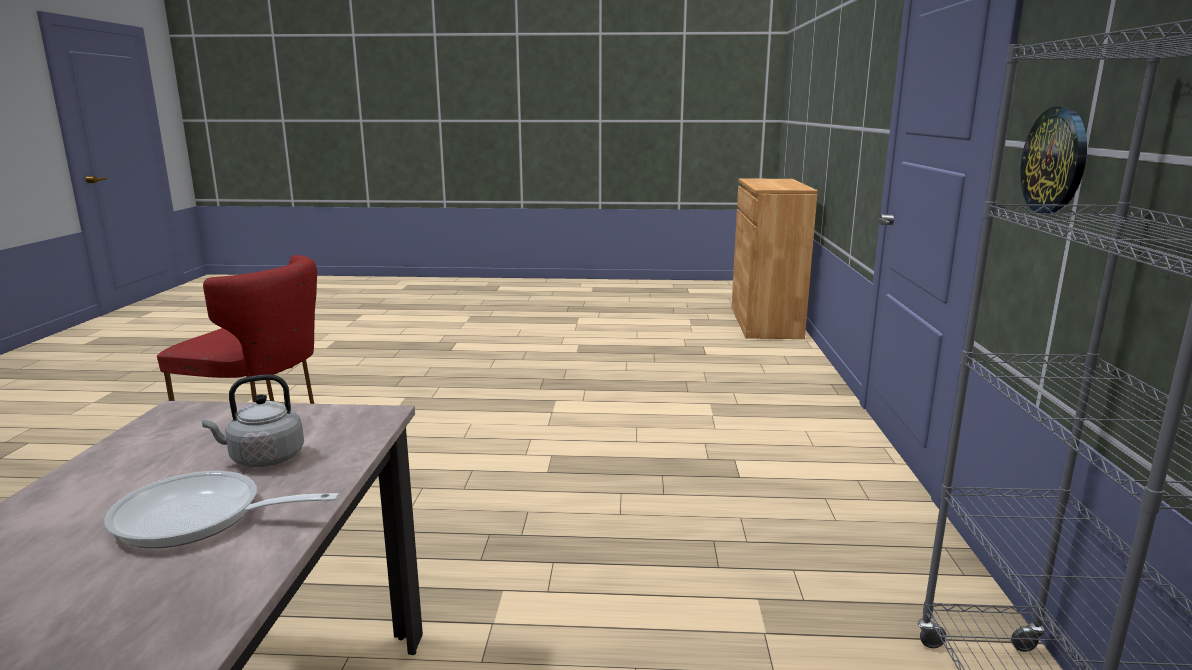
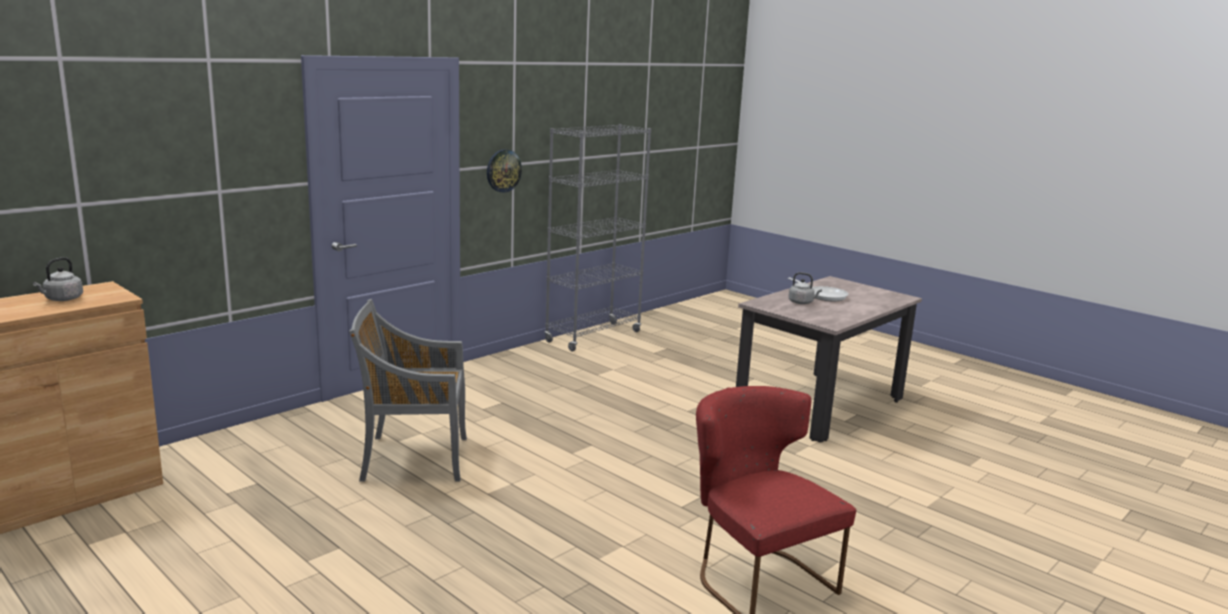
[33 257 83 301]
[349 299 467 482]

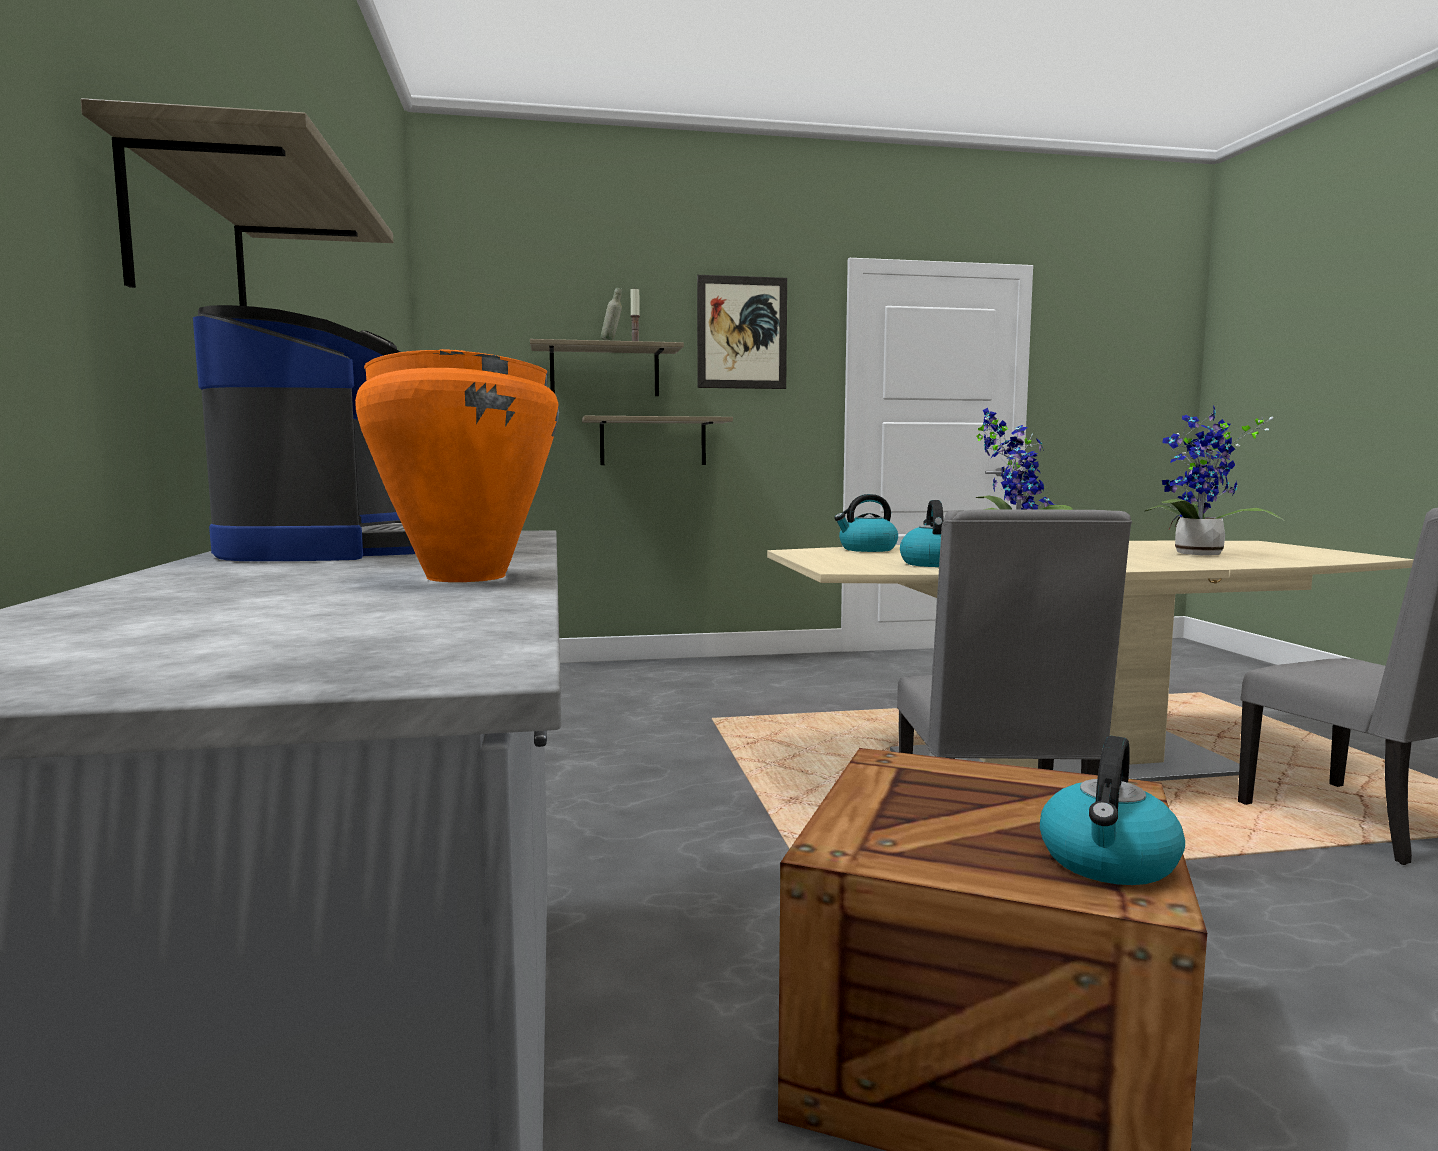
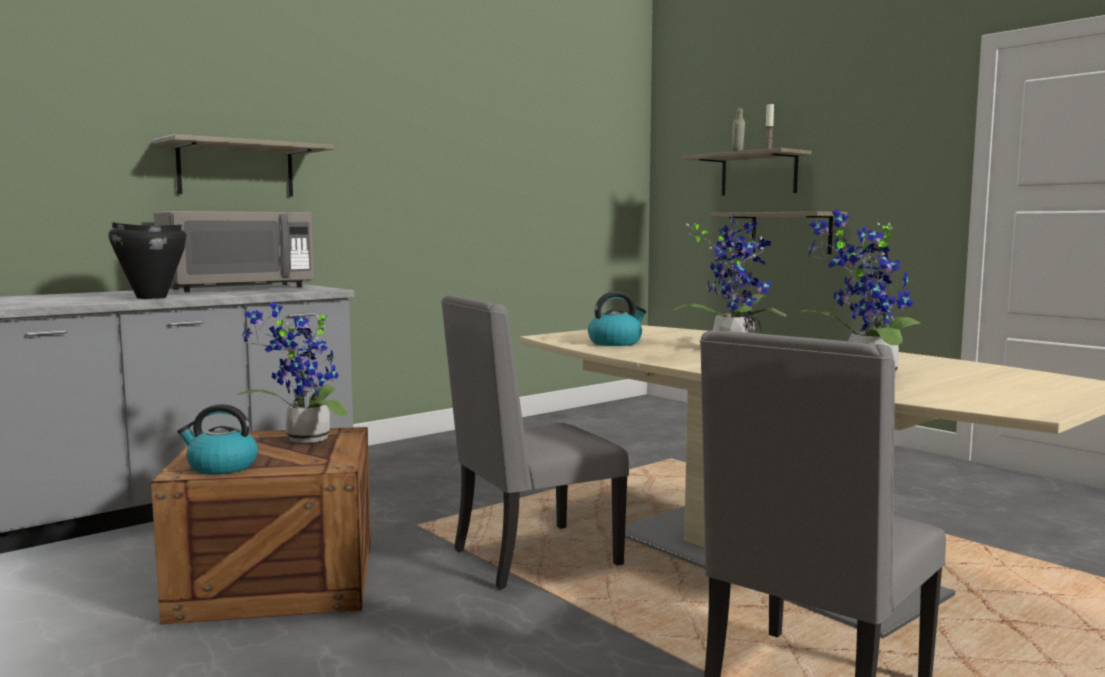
[697 275 787 389] (first image)
[834 494 898 552] (first image)
[238 302 348 443]
[154 211 314 292]
[108 222 187 299]

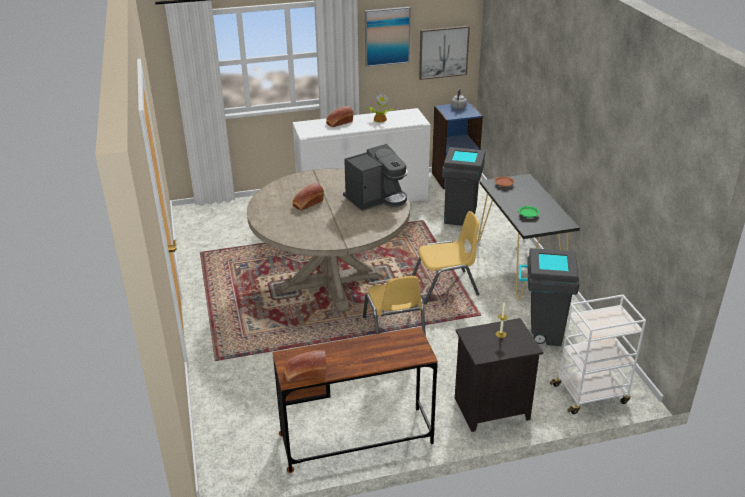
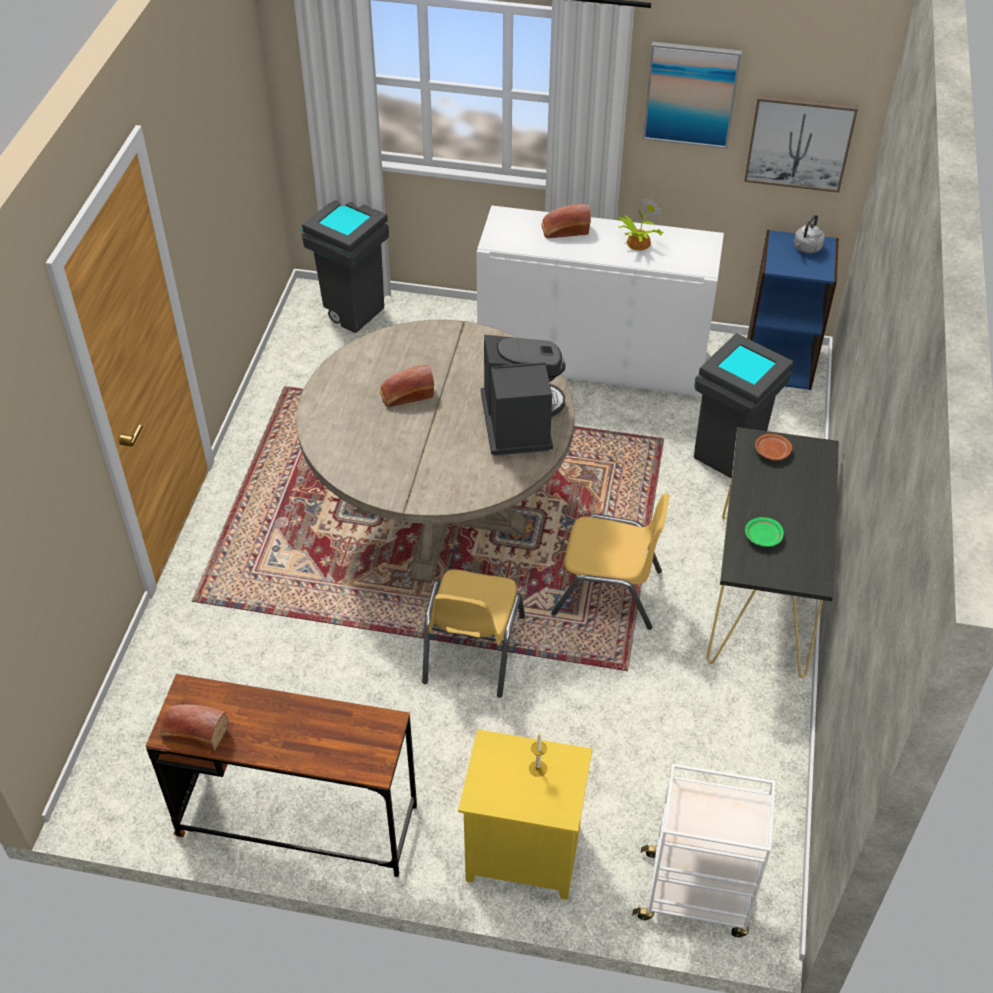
[301 200 389 333]
[458 729 592 900]
[481 335 565 456]

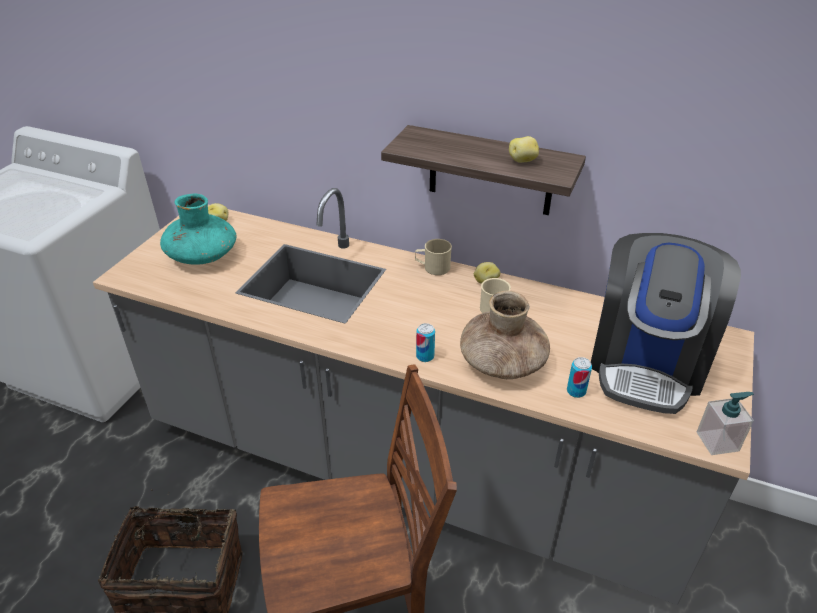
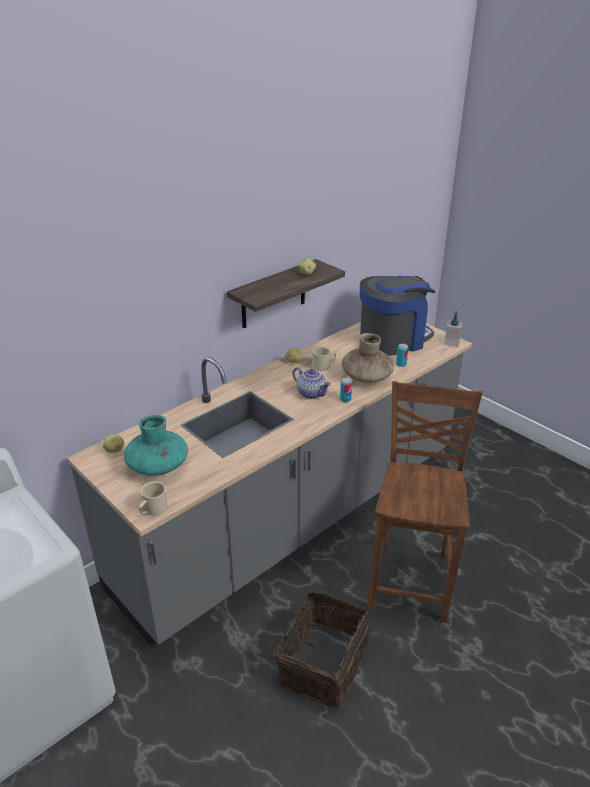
[293 367 331 399]
[139 481 168 515]
[360 276 435 356]

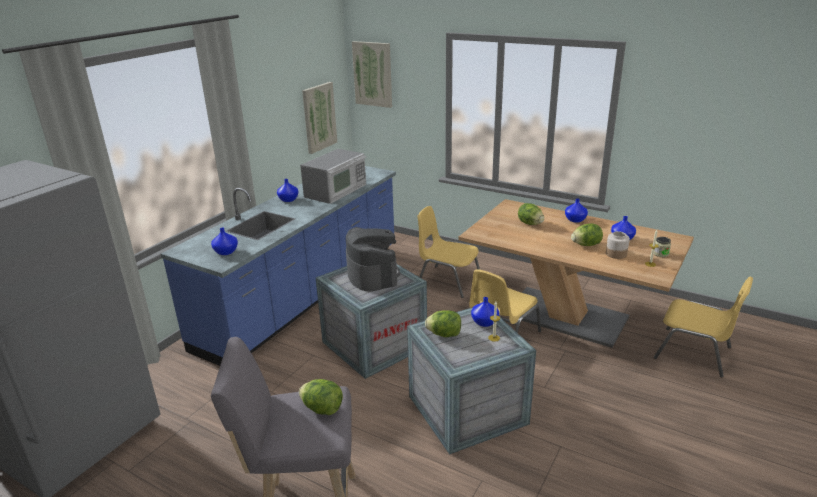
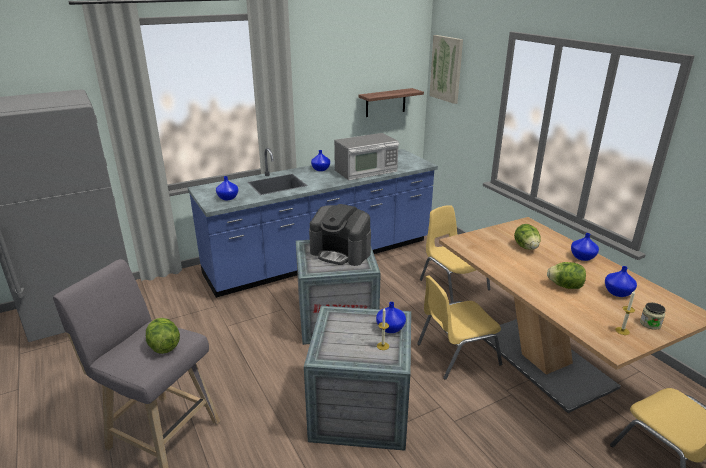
[425 310 461 337] (first image)
[606 231 630 259] (first image)
[359 88 424 117]
[309 204 371 266]

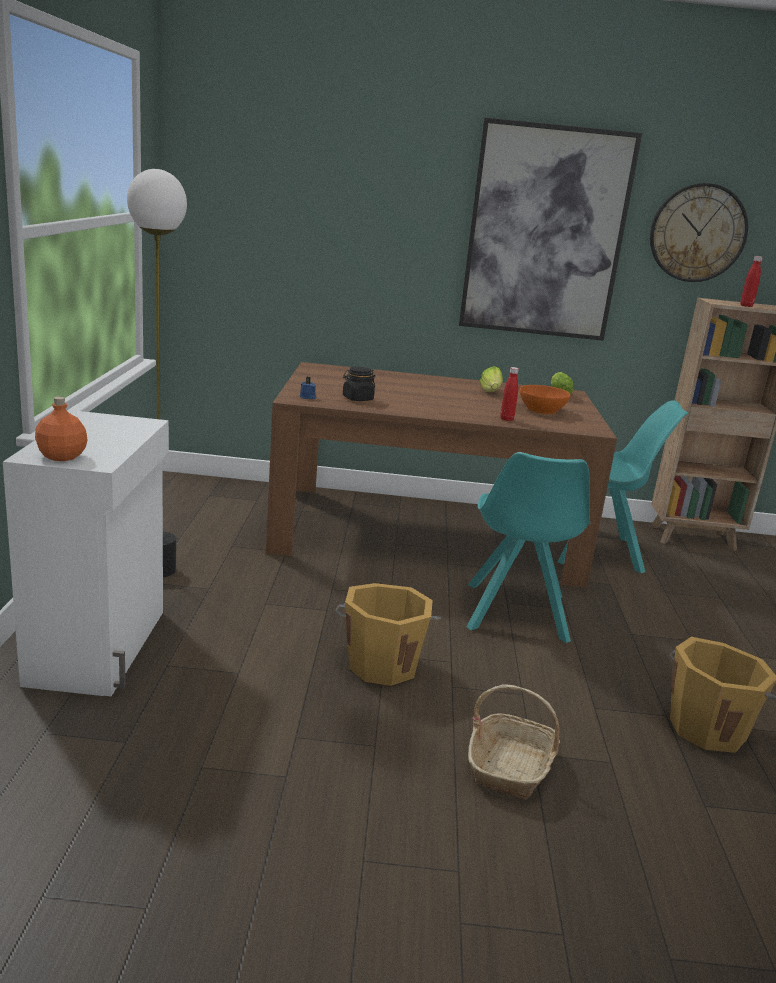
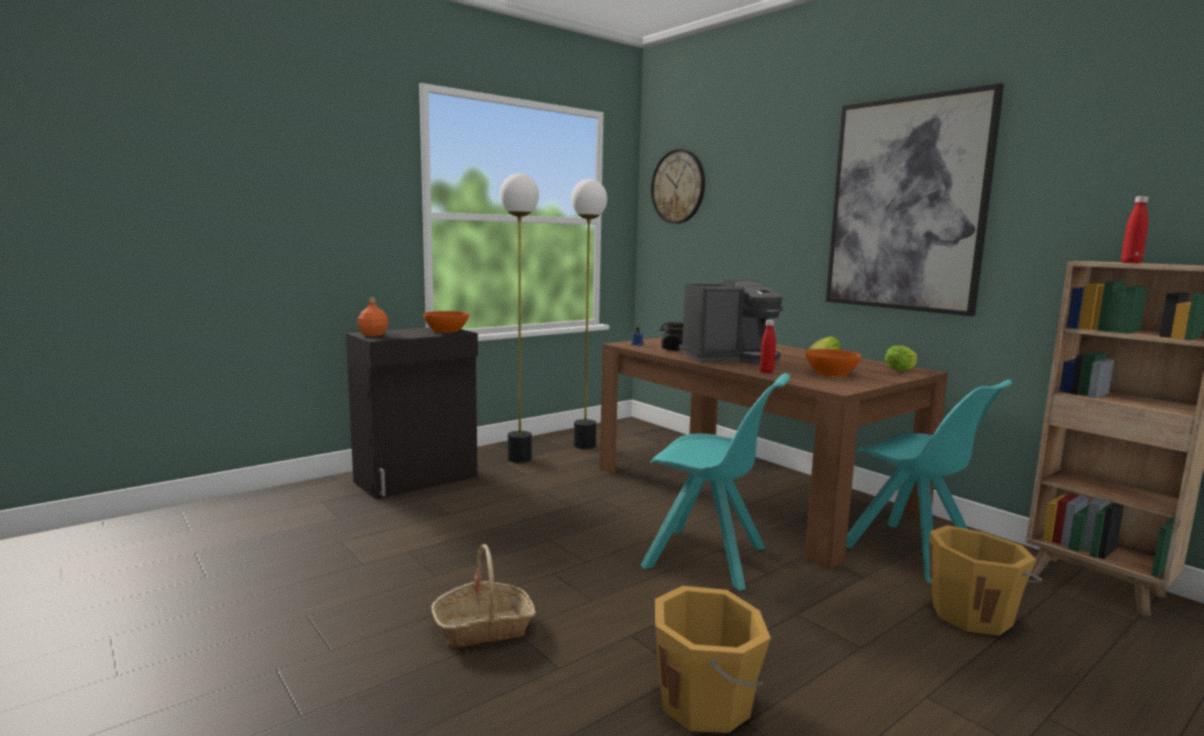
[423 311 469 333]
[571 179 607 449]
[679 280 784 365]
[928 525 1042 636]
[651 149 705 224]
[346 327 478 500]
[640 373 790 590]

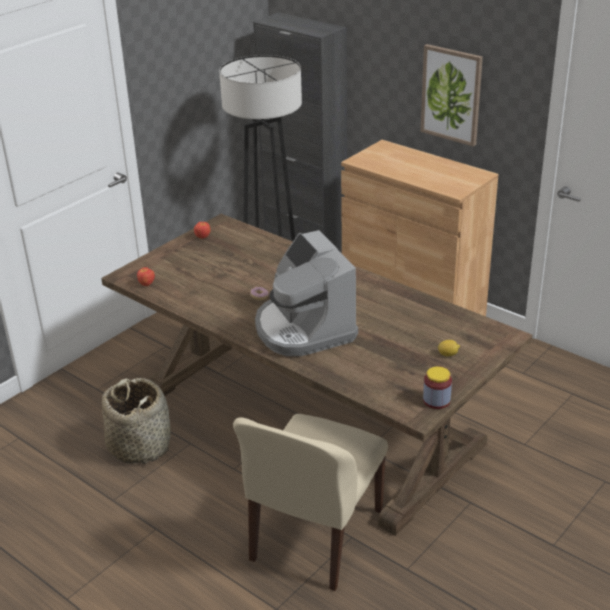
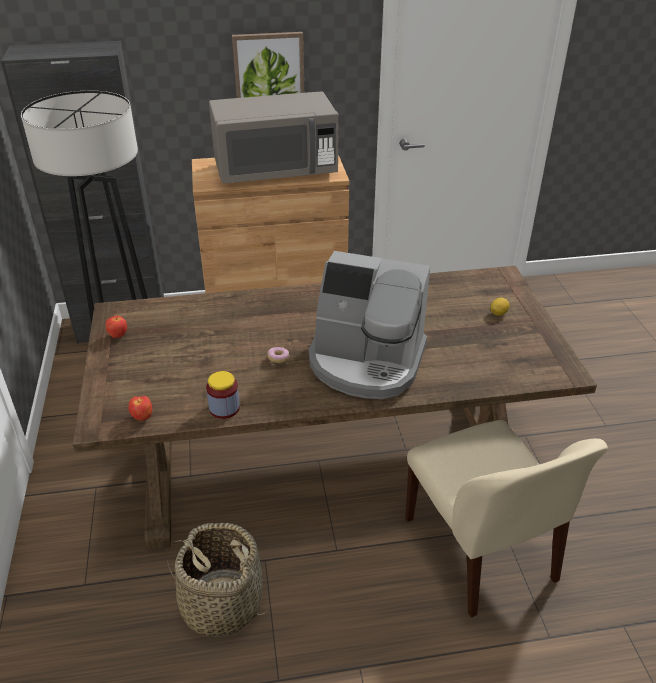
[209 91 339 184]
[206 371 240 419]

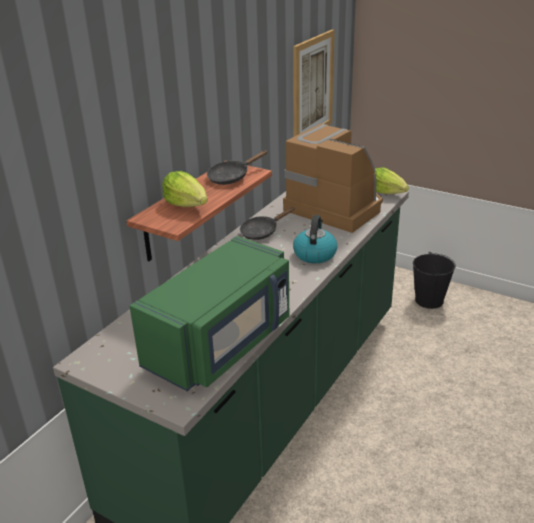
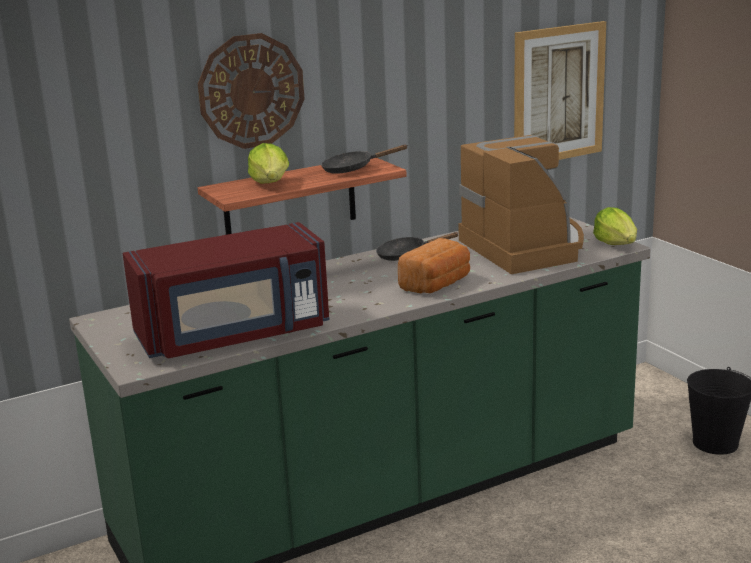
[198 33 304 149]
[398 238 470 293]
[122 222 330 358]

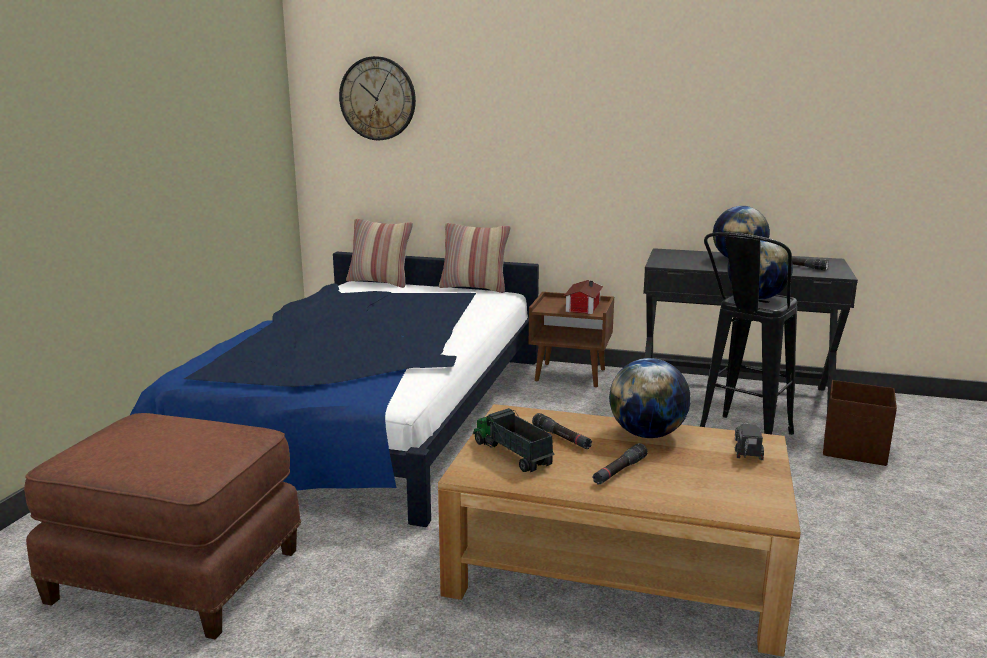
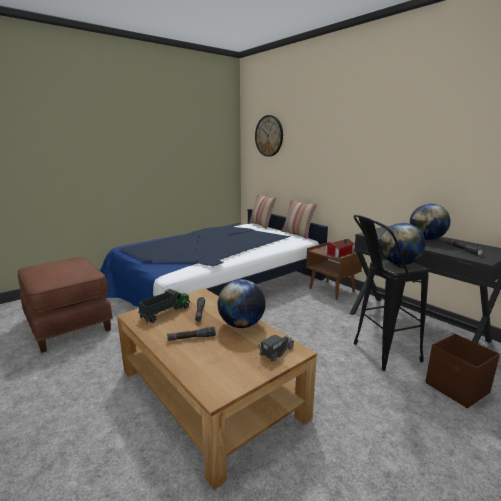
[138 289 190 323]

